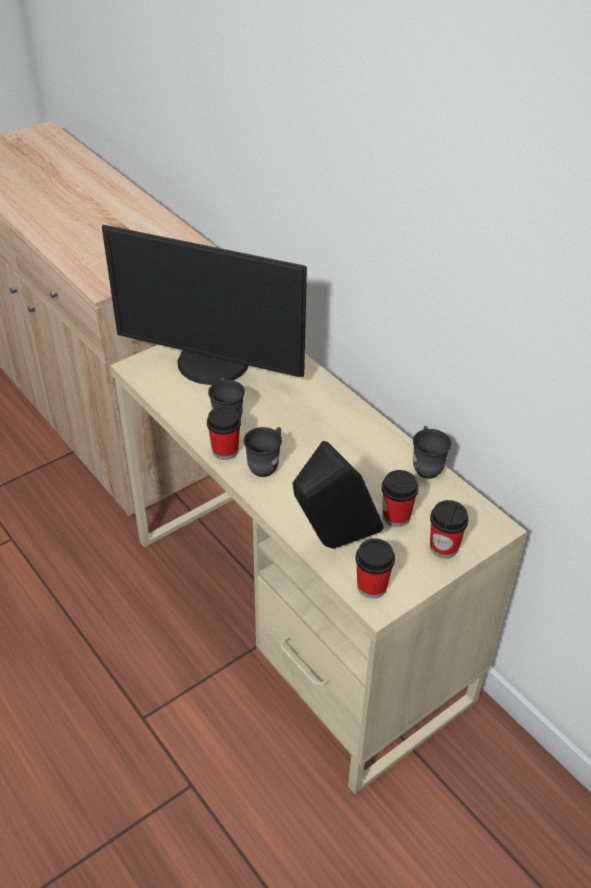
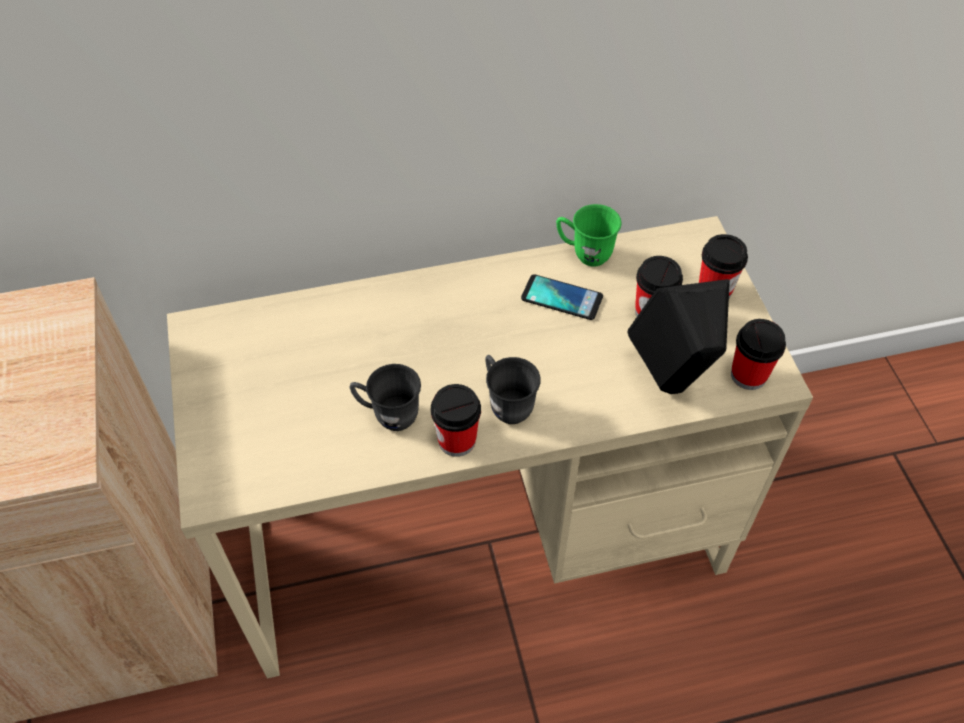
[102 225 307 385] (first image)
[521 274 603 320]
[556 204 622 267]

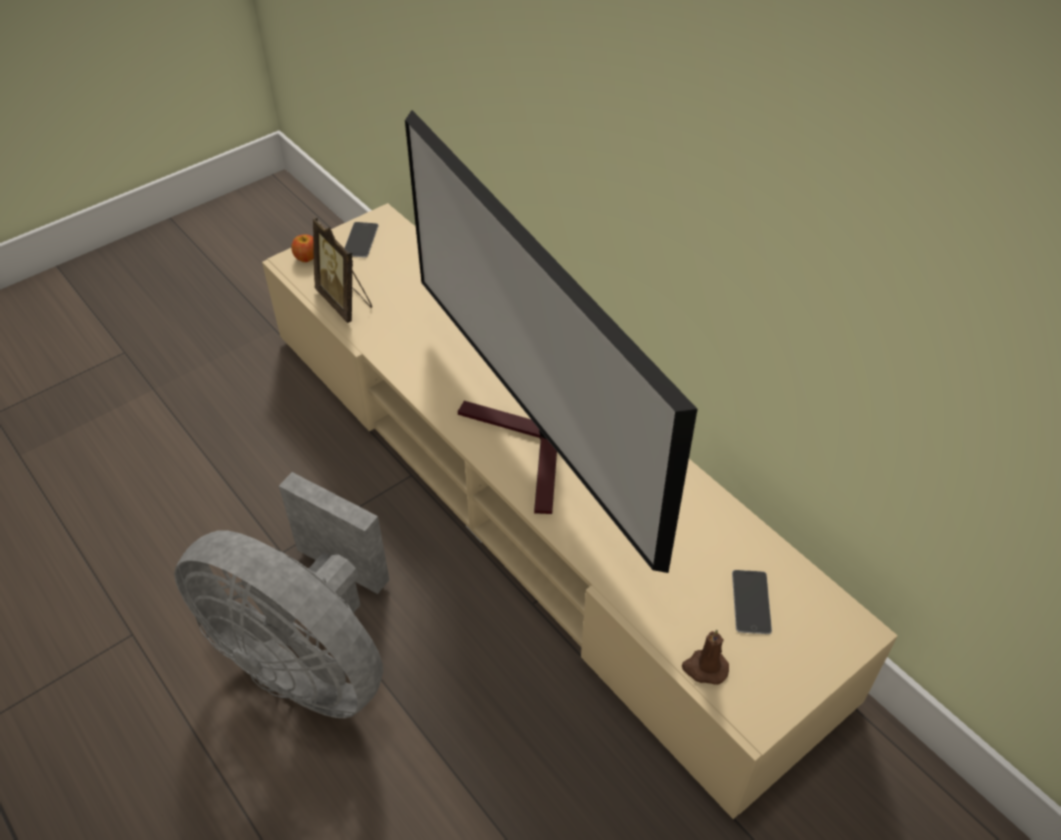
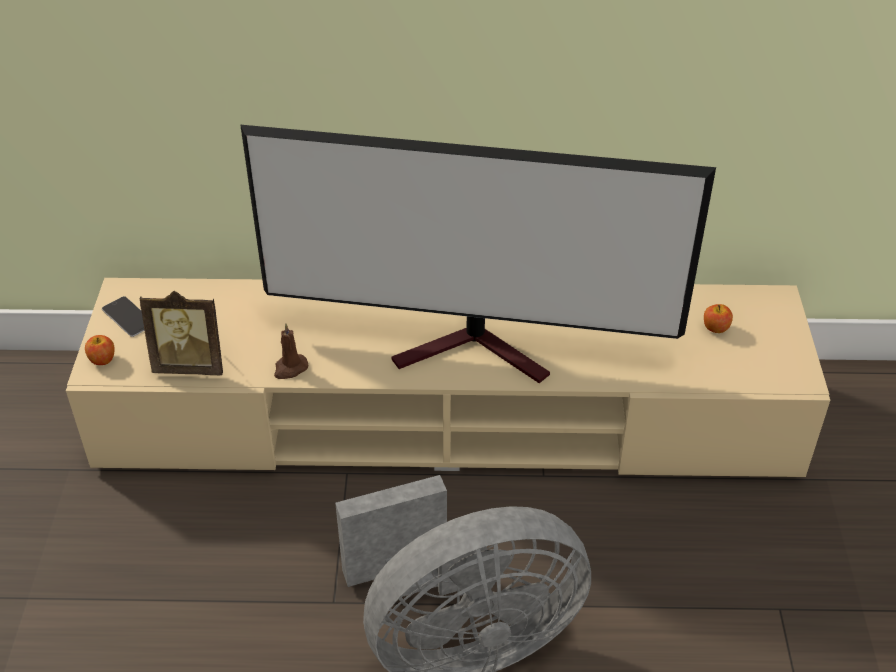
[274 324 308 379]
[704 304 733 333]

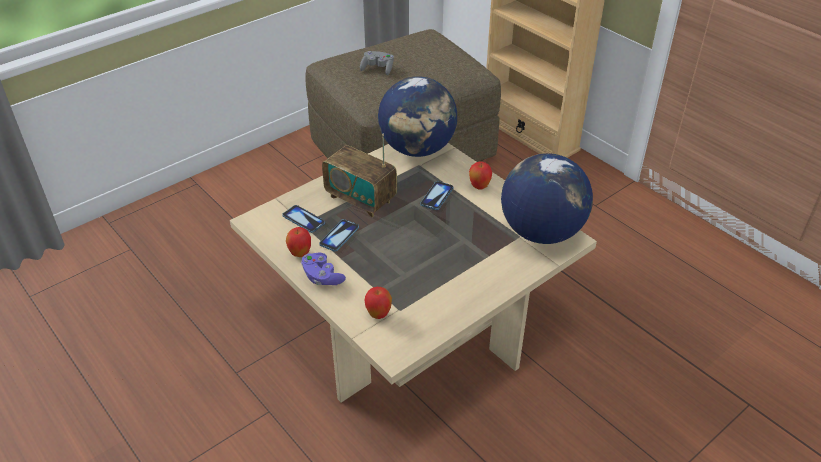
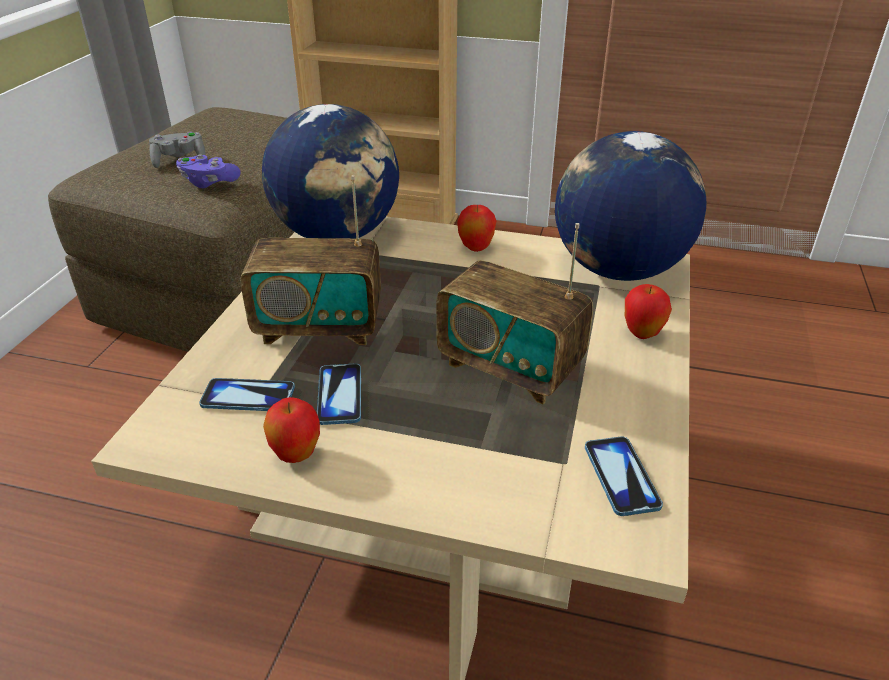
[436 223 593 405]
[176 154 240 188]
[624 284 672 339]
[585 436 663 516]

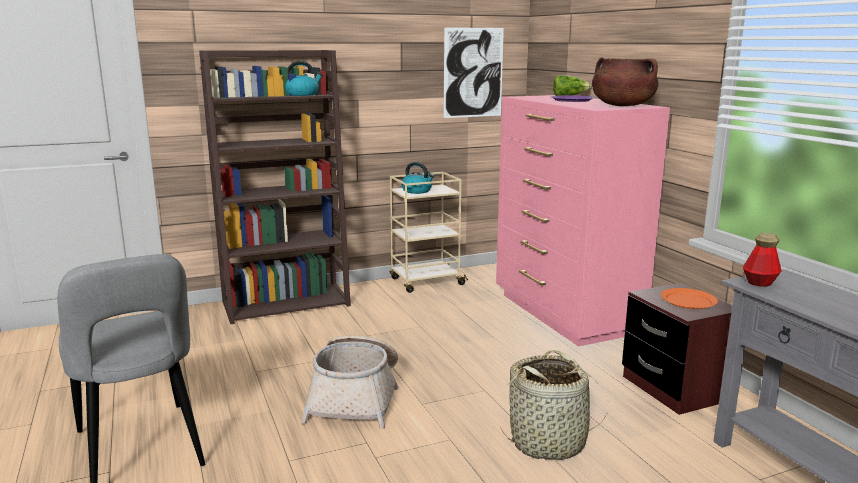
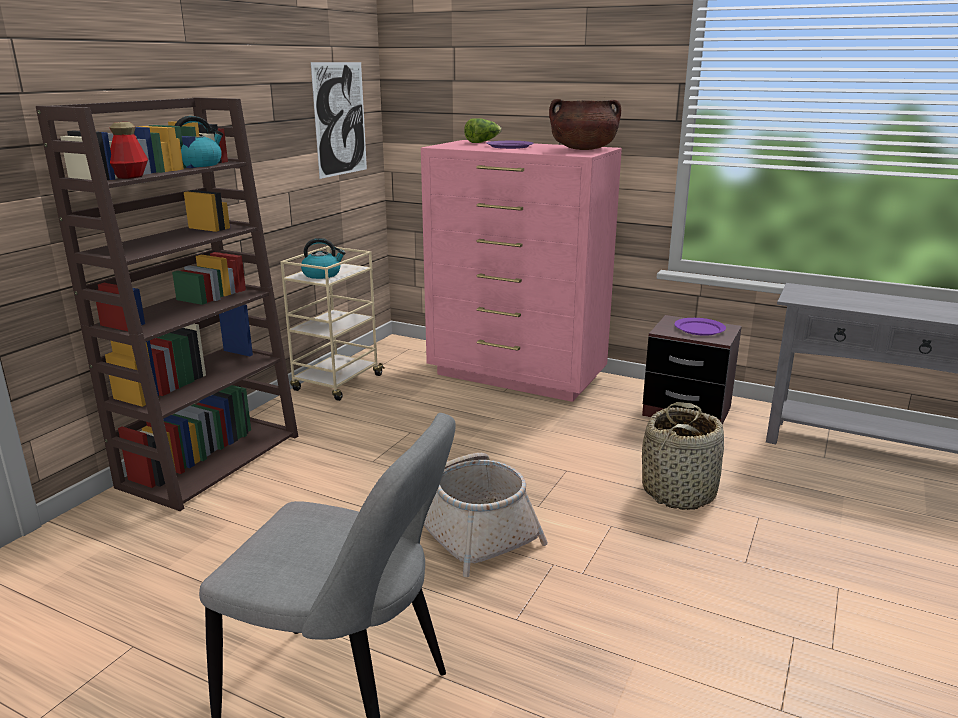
[110 122 148 179]
[674 318 726 336]

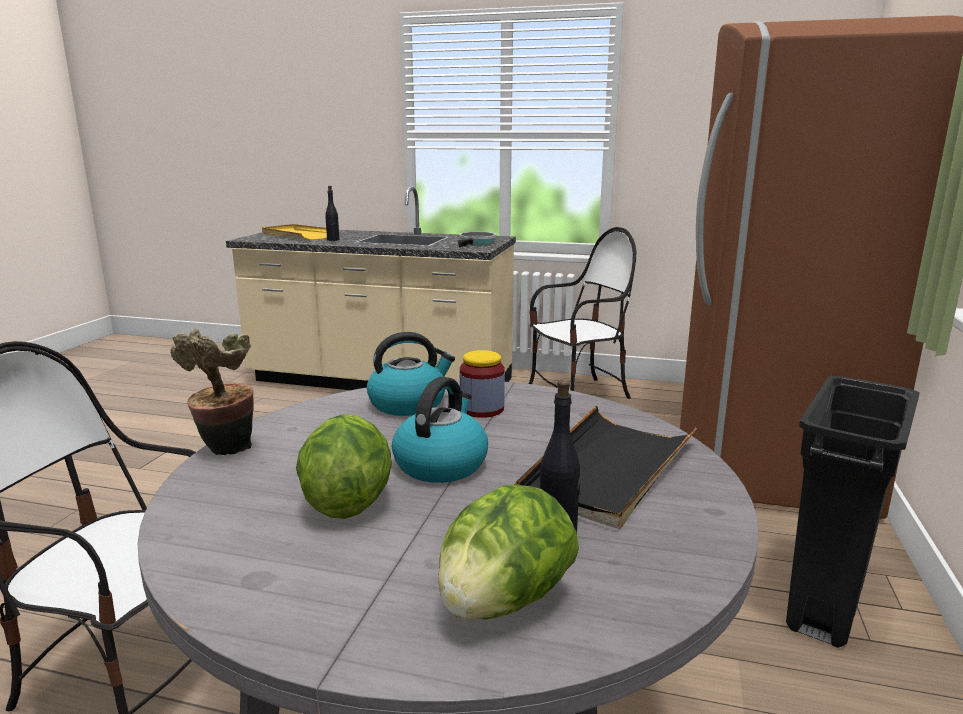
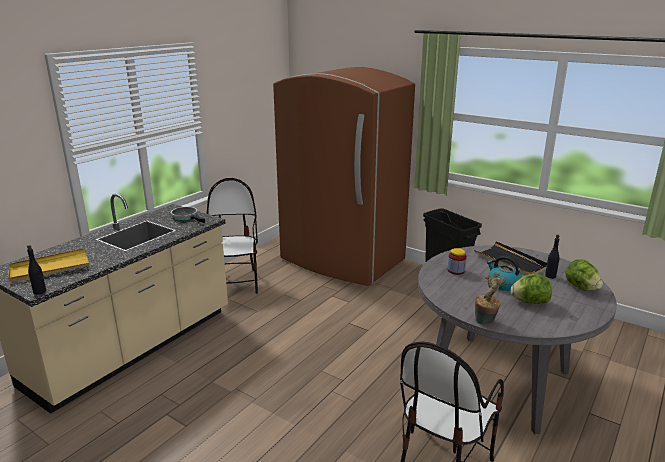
[367 332 455 416] (first image)
[27 245 46 295]

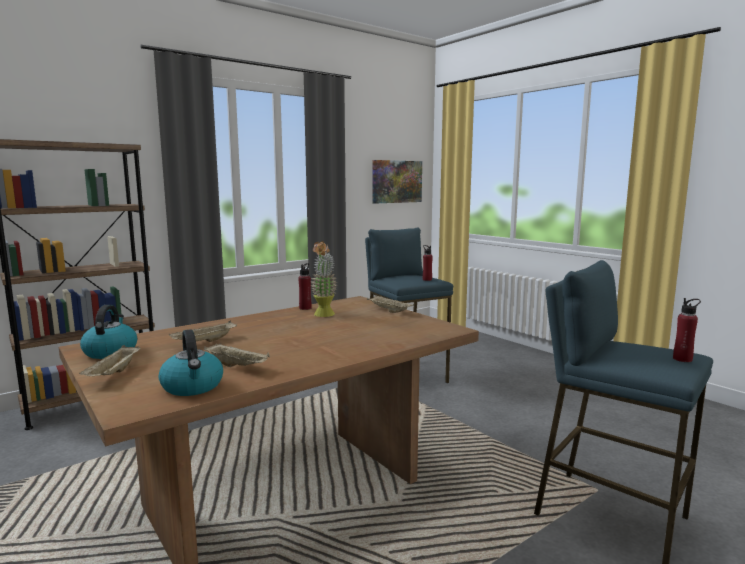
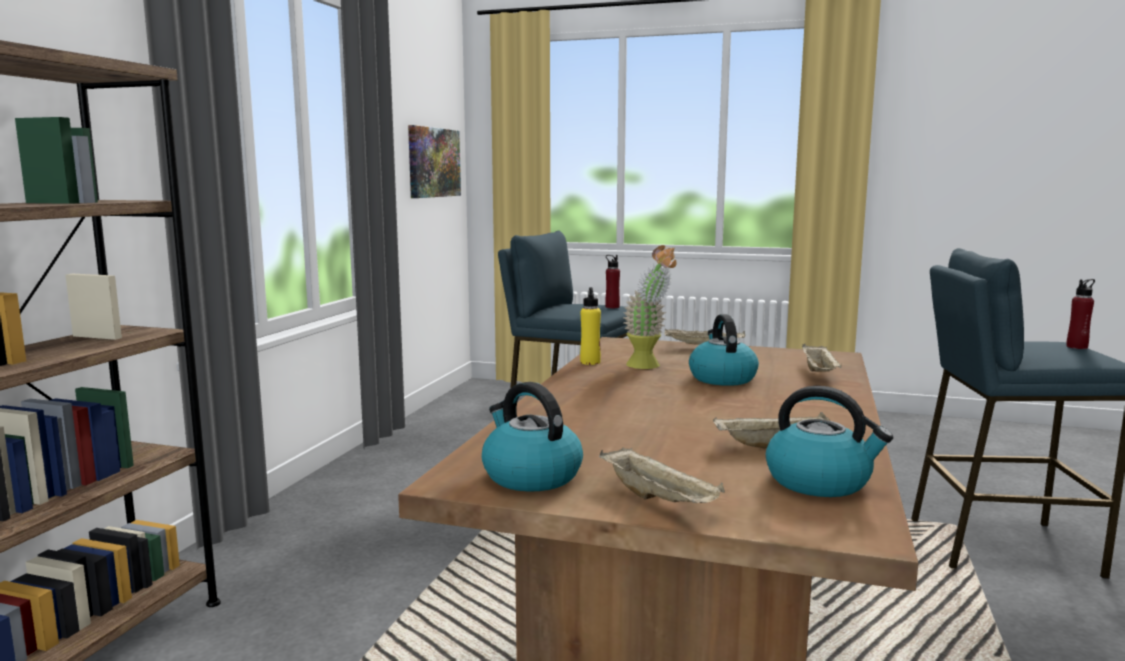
[689 314 759 386]
[802 344 842 372]
[580 287 601 365]

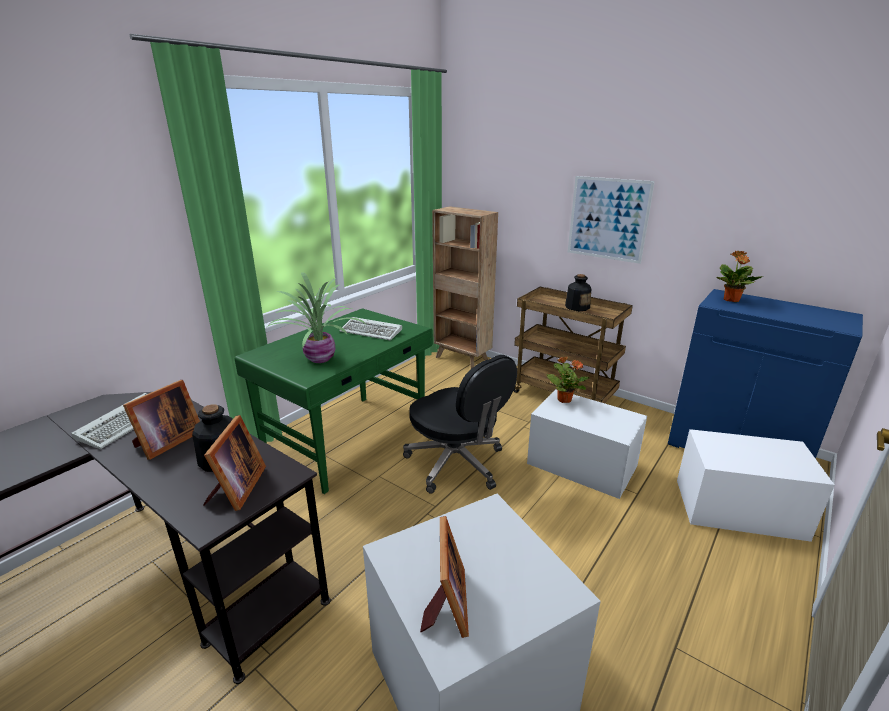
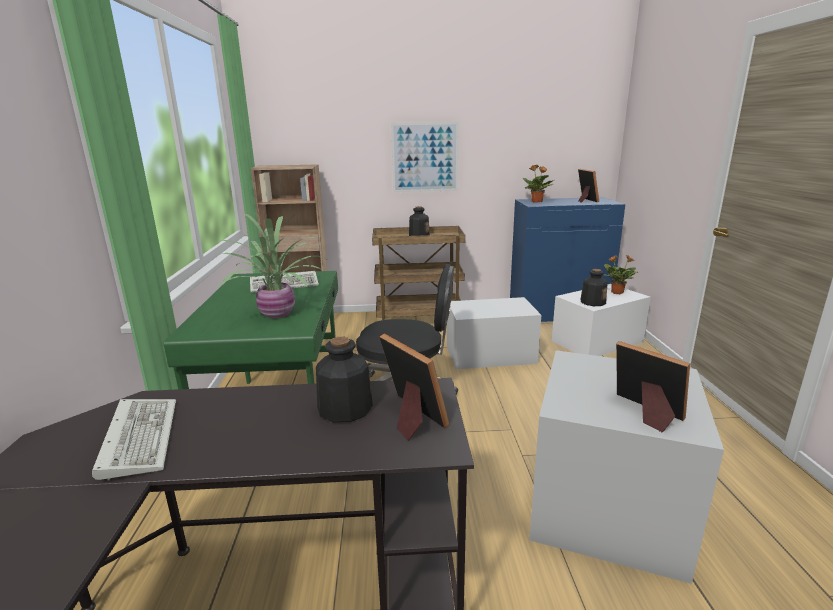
[581 269 607 306]
[578 169 599 203]
[604 255 638 294]

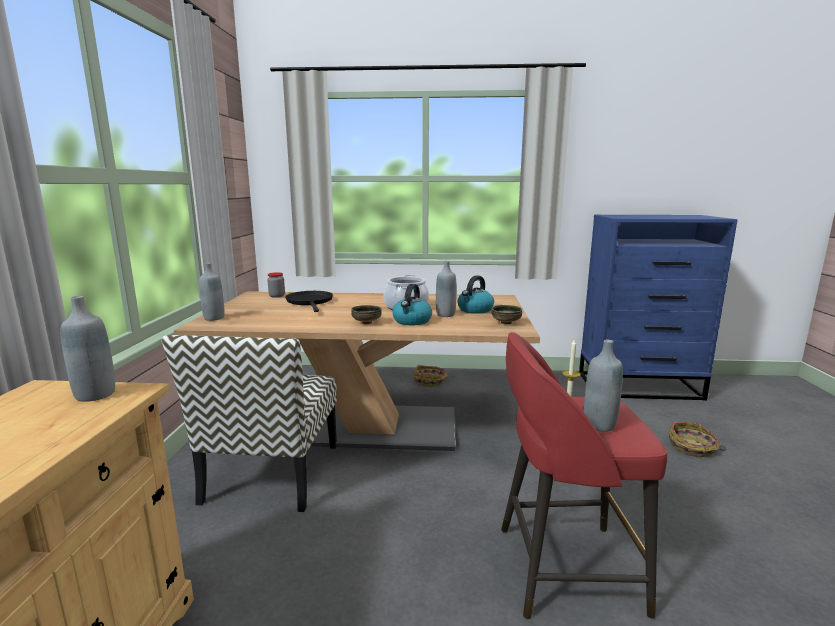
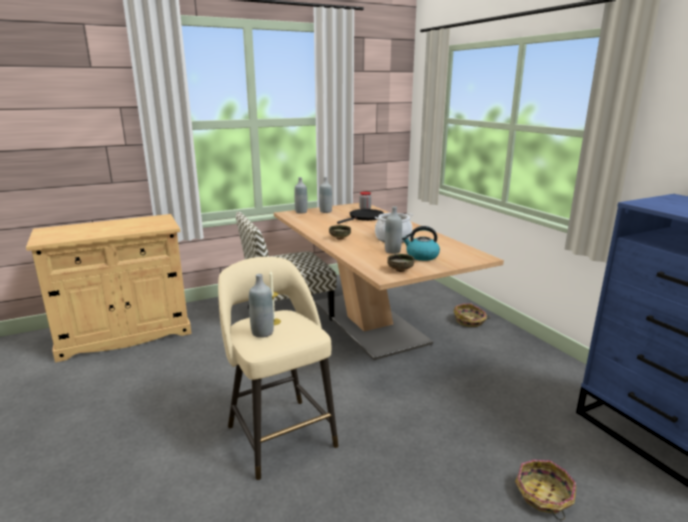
[392 284 432 325] (first image)
[319 177 332 213]
[218 257 338 480]

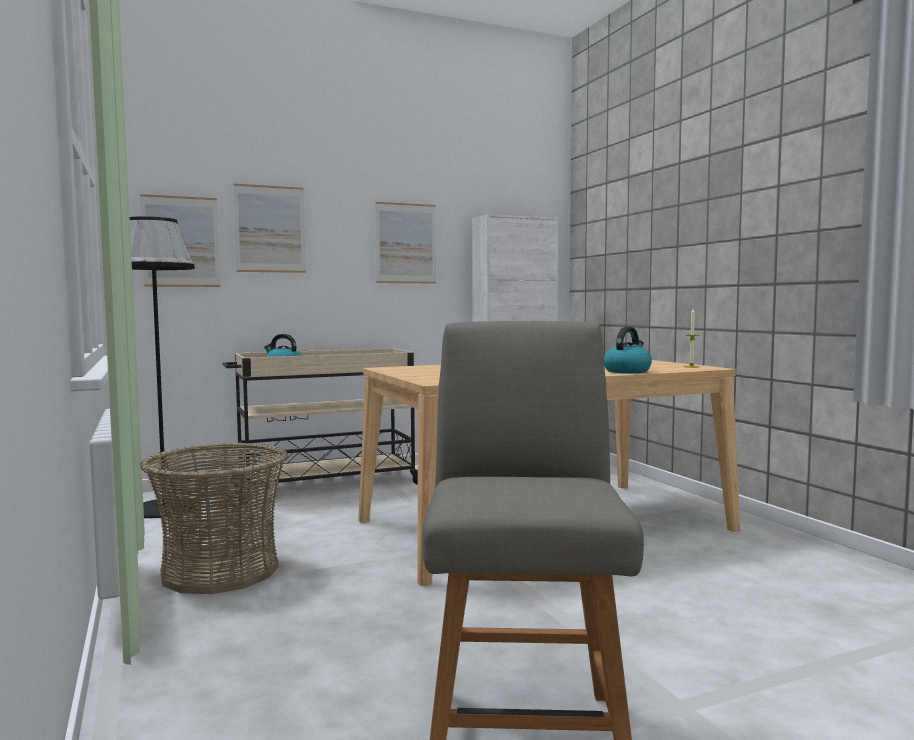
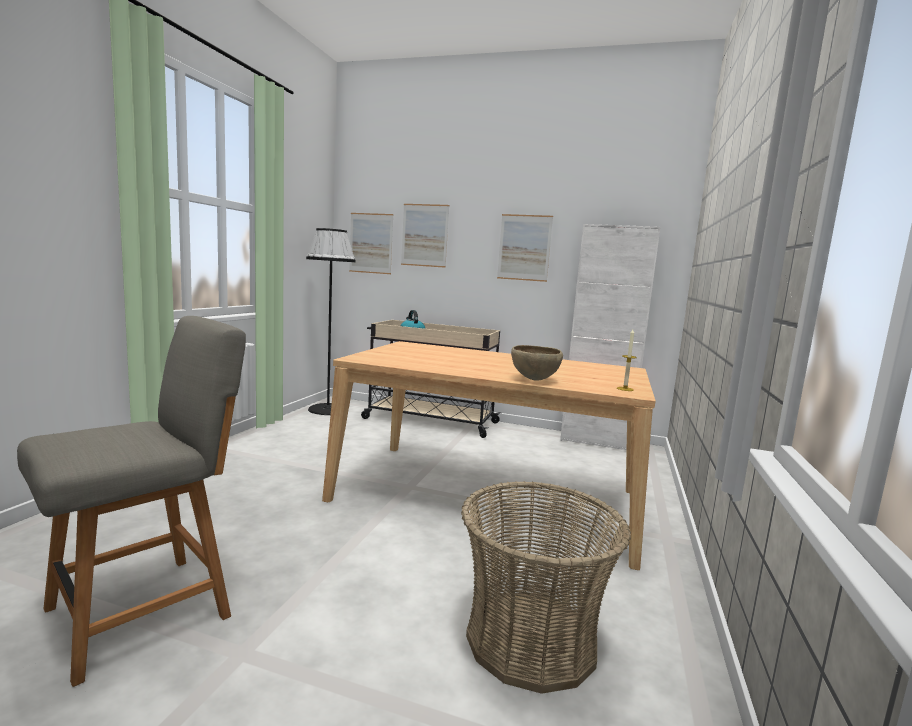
[461 481 631 694]
[511 345 563 381]

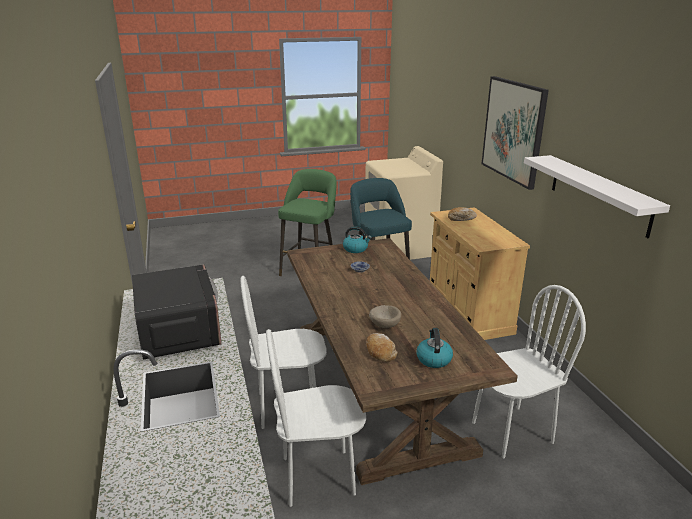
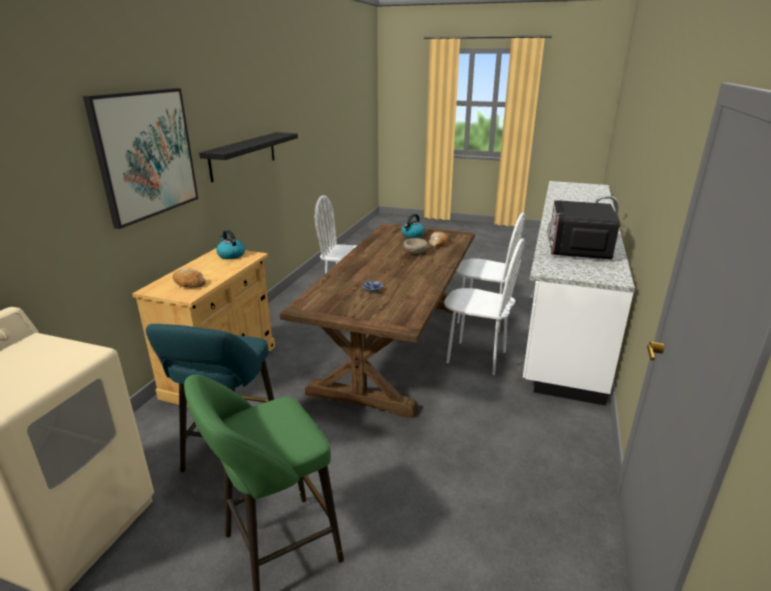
[216 230 245 259]
[199 132 298 182]

